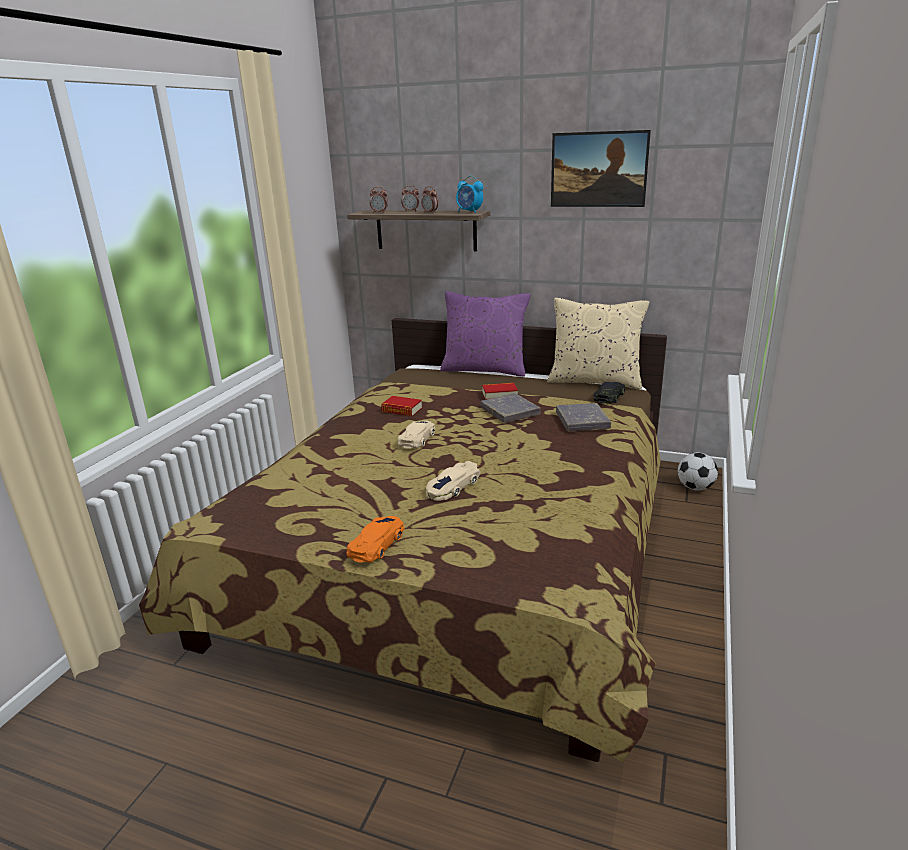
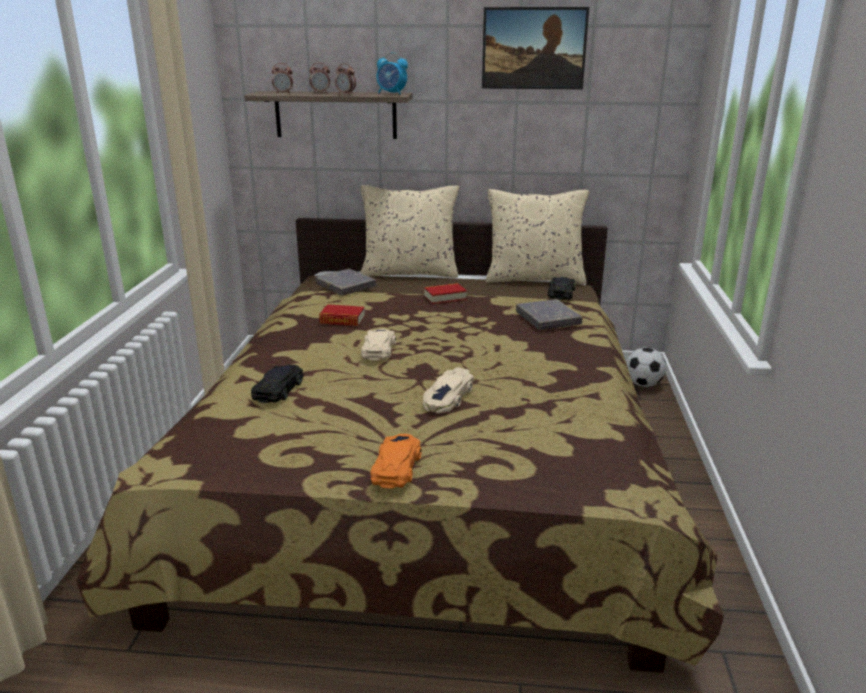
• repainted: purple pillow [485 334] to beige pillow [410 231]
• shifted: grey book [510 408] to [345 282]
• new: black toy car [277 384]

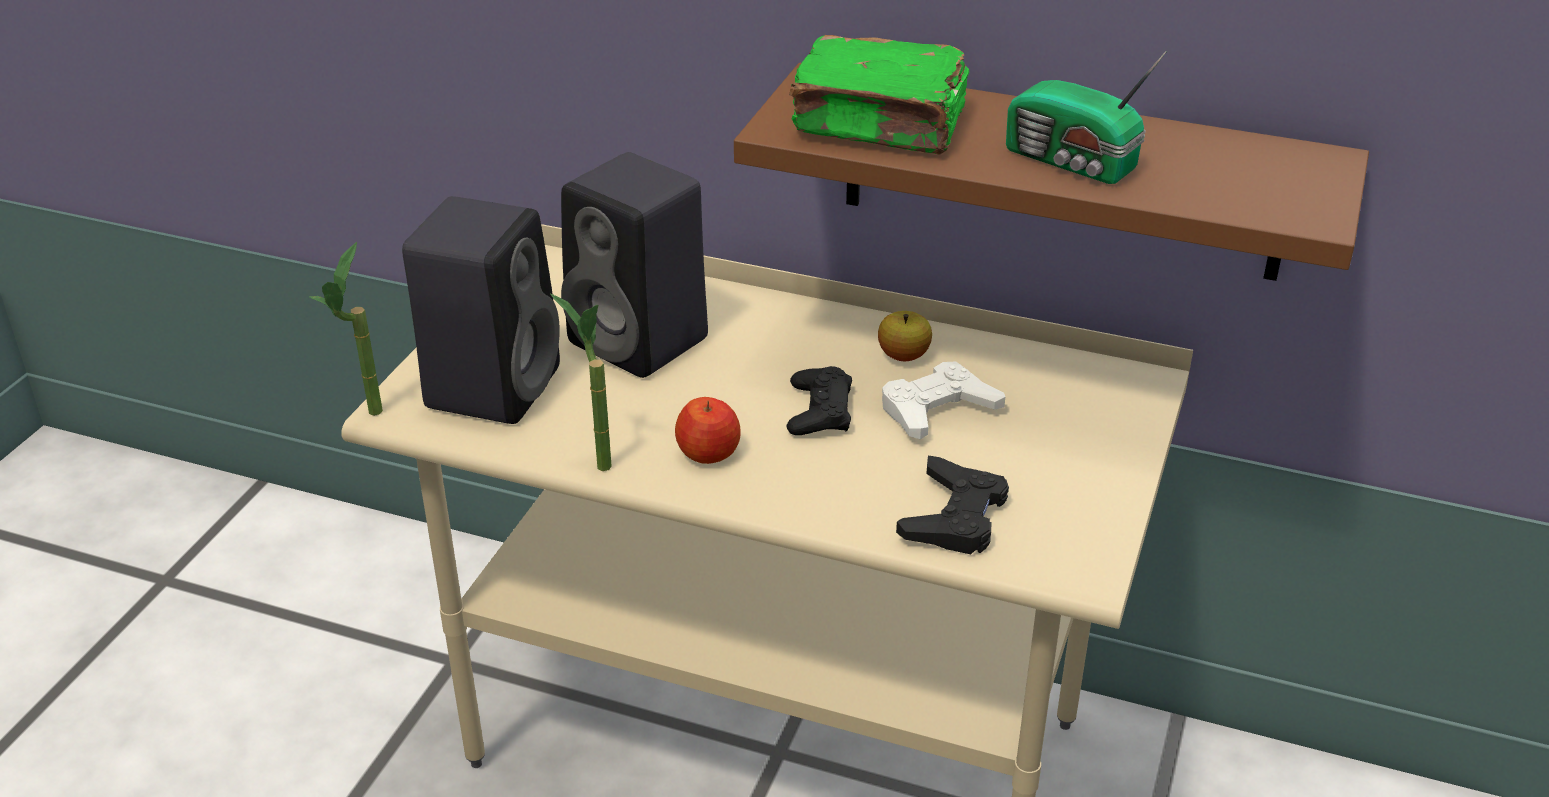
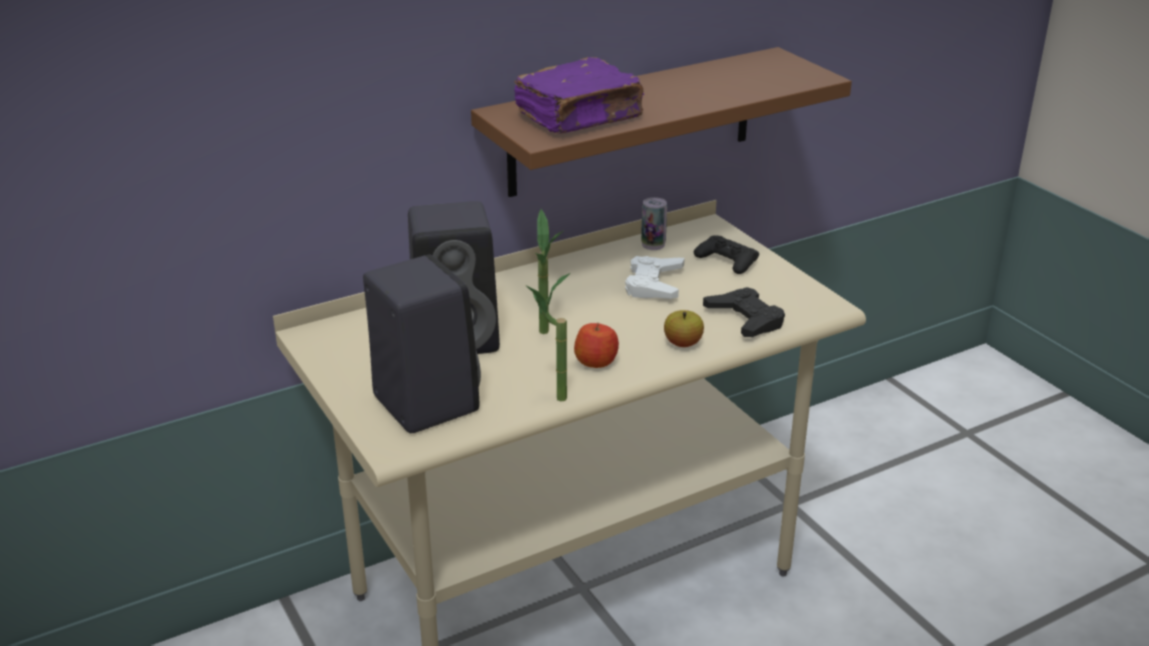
• repainted: green book [879 95] to purple book [579 95]
• gone: radio [1086 117]
• shifted: potted plant [346 329] to [549 271]
• shifted: apple [905 336] to [684 328]
• shifted: black game controller [819 400] to [726 254]
• new: can [654 223]

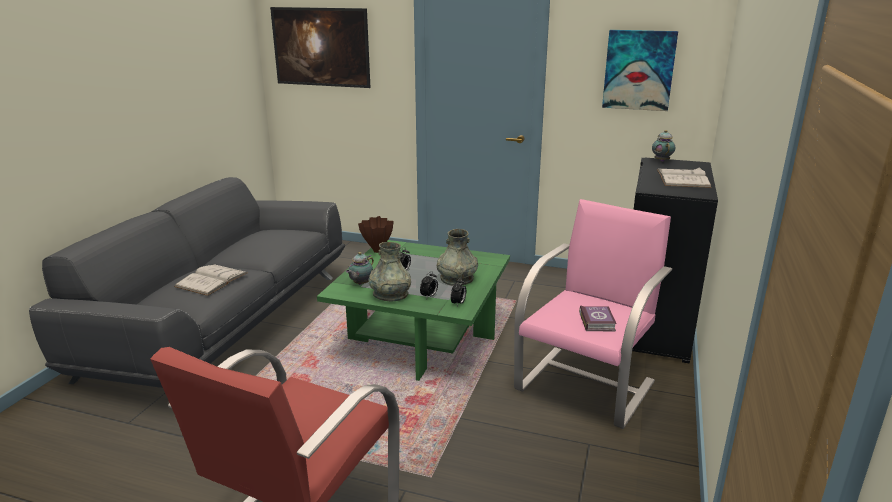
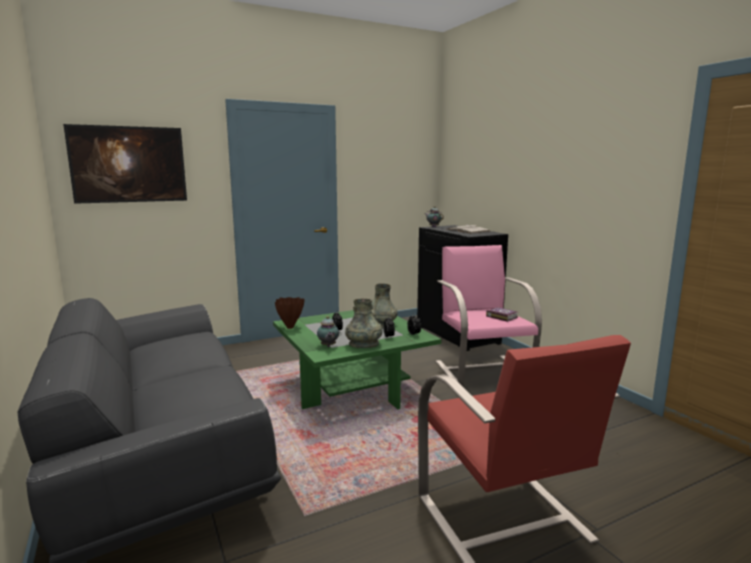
• gone: picture [640 70]
• gone: white book [210 280]

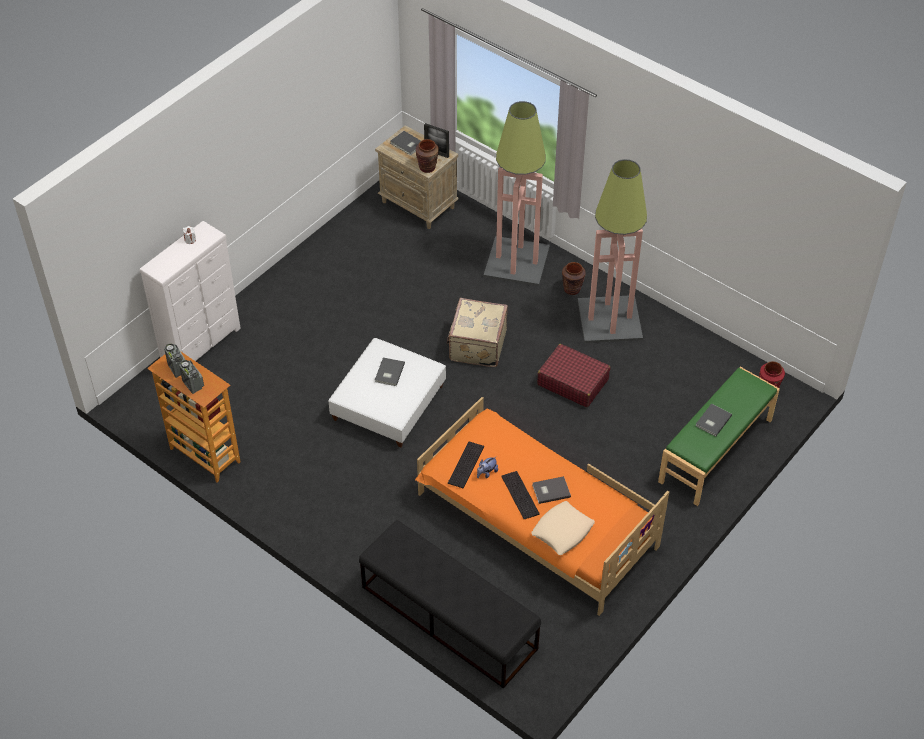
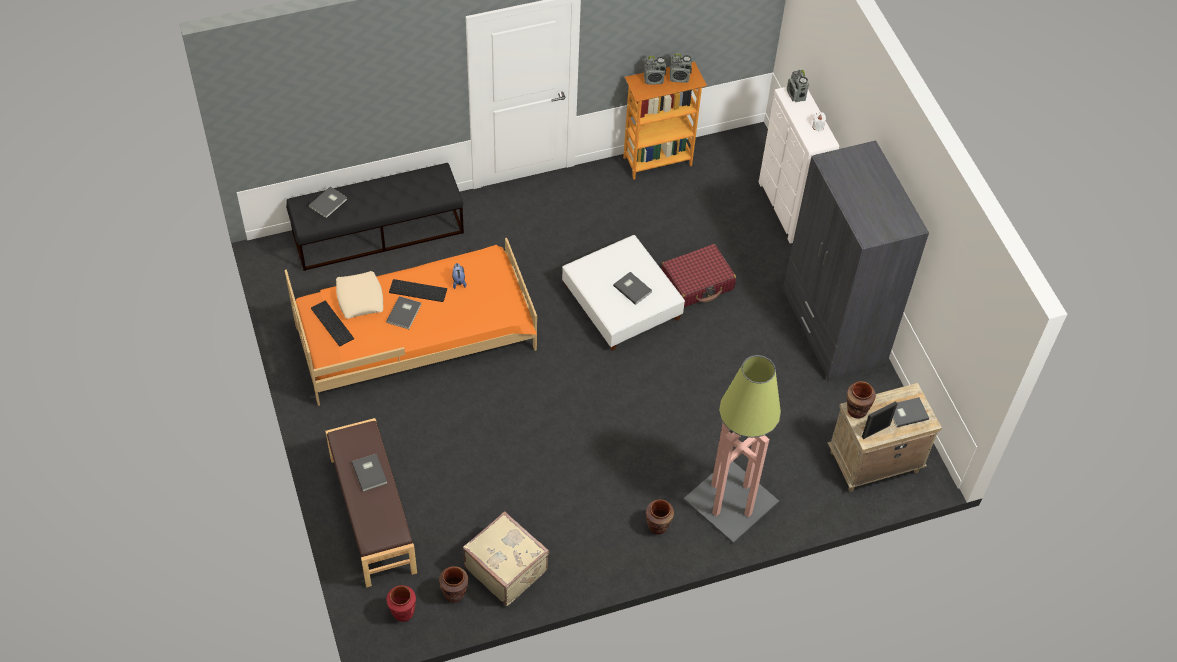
• gone: floor lamp [612 251]
• shifted: beige suitcase [477 332] to [506 558]
• shifted: red suitcase [574 375] to [698 275]
• repainted: green bench [719 436] to brown bench [371 502]
• shifted: keyboard [466 464] to [332 323]
• new: radio [798 86]
• new: grey wardrobe [856 260]
• new: grey book [328 202]
• new: brown vase [453 584]

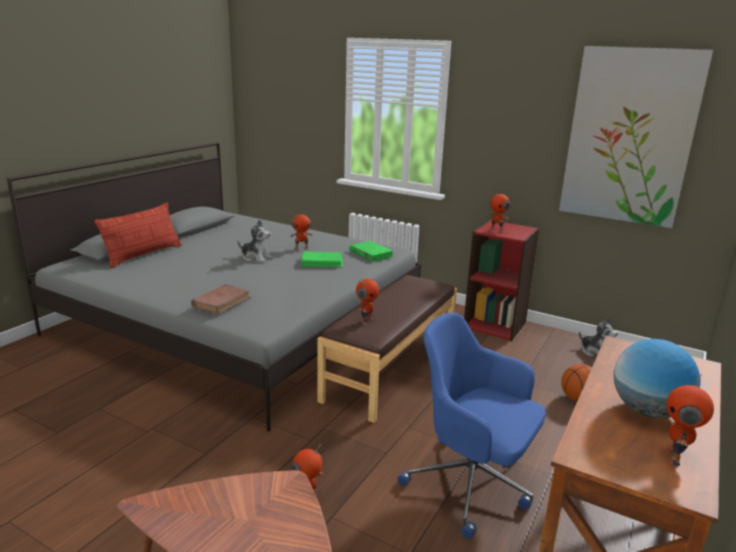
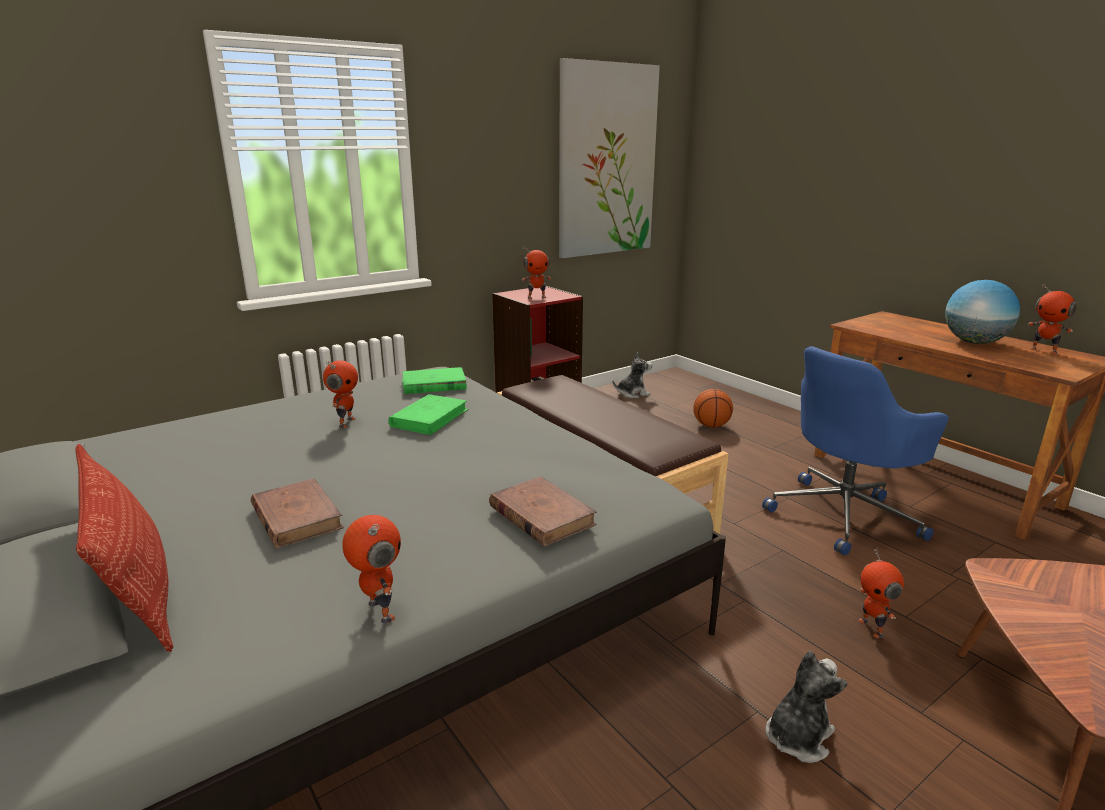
• shifted: plush toy [255 241] to [806 707]
• shifted: toy robot [367 302] to [371 569]
• new: brown book [297 513]

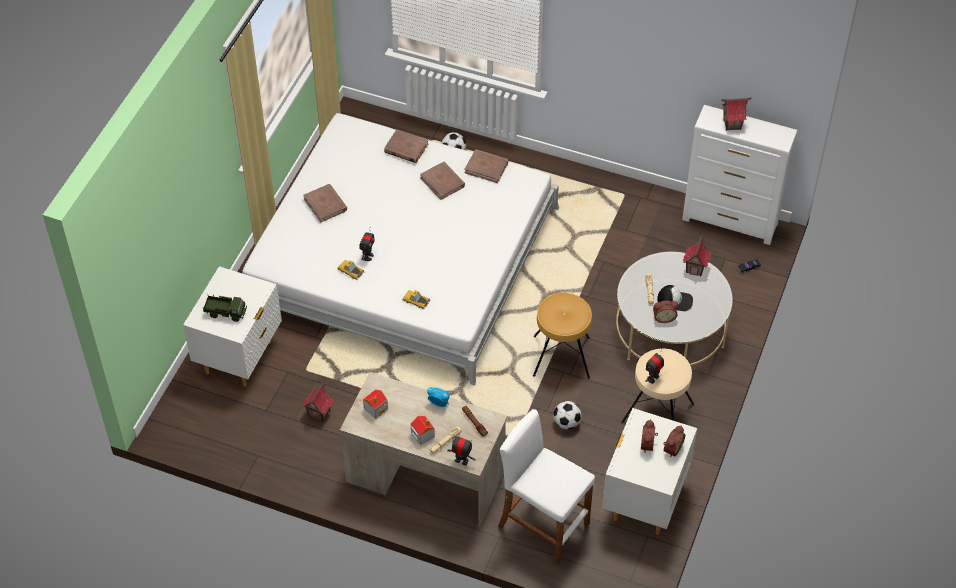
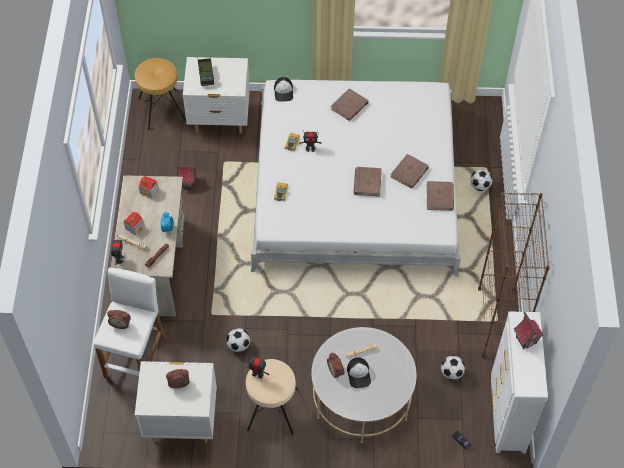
• shifted: brown book [406 146] to [368 182]
• gone: toy house [697 255]
• shifted: brown stool [562 336] to [160 94]
• shifted: alarm clock [674 442] to [119 319]
• new: cap [283 89]
• new: brown bookcase [514 275]
• new: football [453 368]

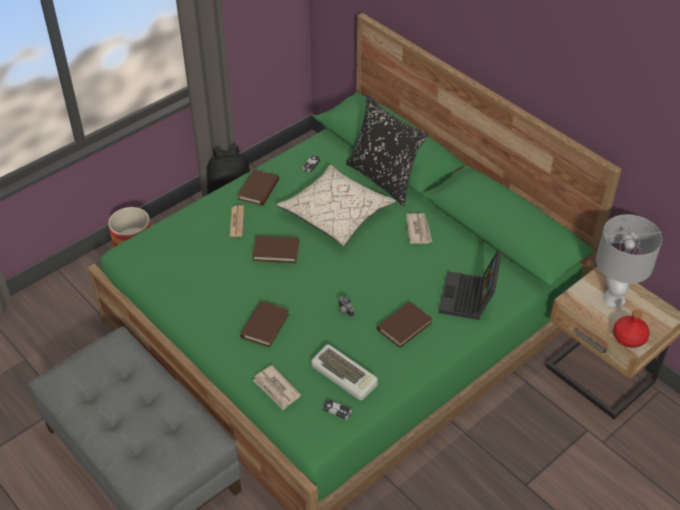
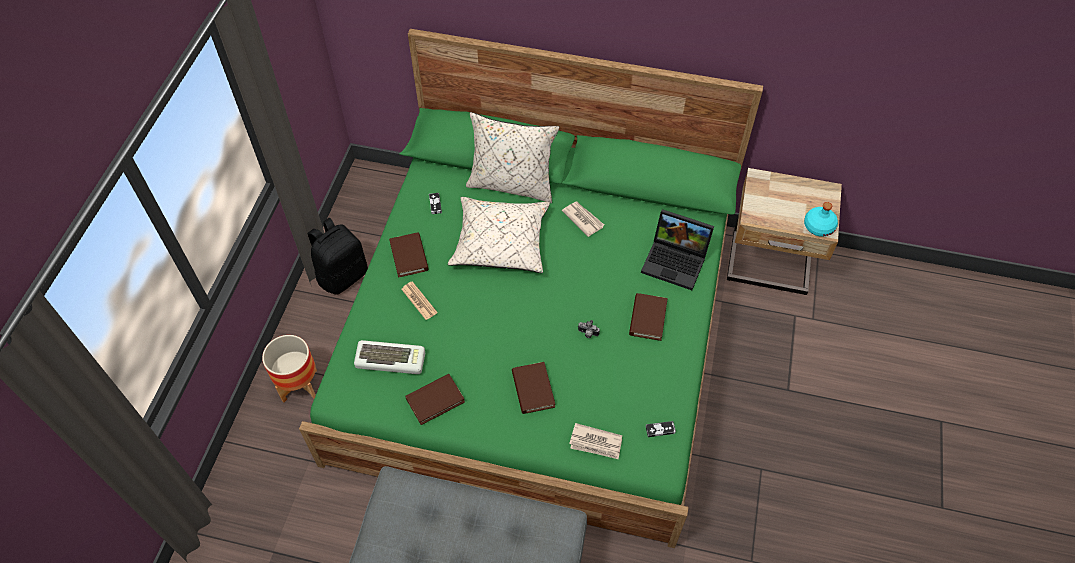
• repainted: black pillow [387 150] to beige pillow [512 158]
• gone: grey table lamp [629 261]
• shifted: brown book [275 249] to [435 399]
• rotated: laptop [470 285] = [677 249] 45 degrees counterclockwise
• repainted: red bottle [631 329] to turquoise bottle [821 219]
• shifted: keyboard [344 372] to [389 357]

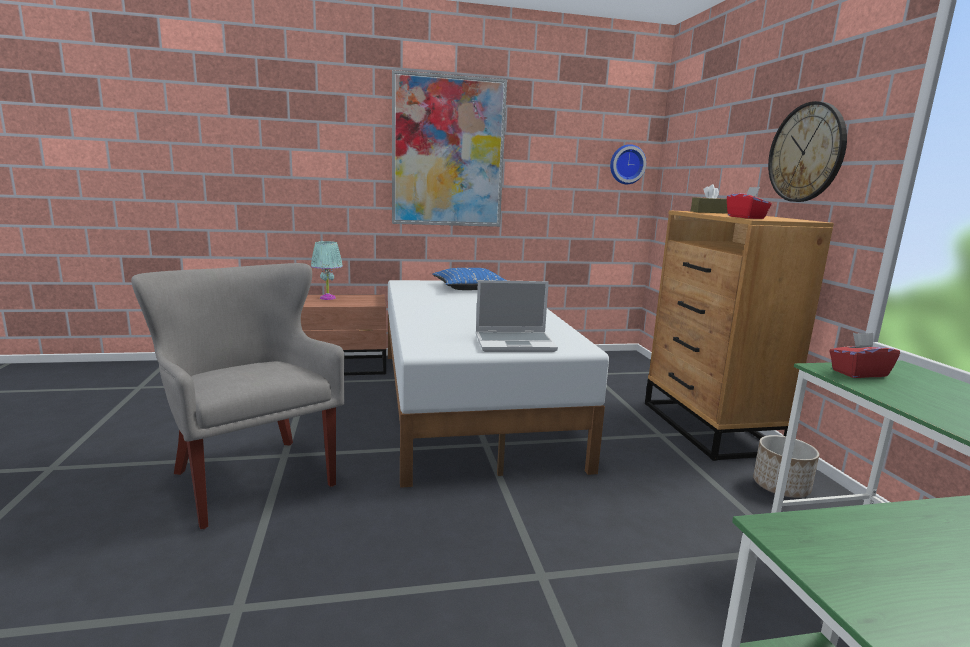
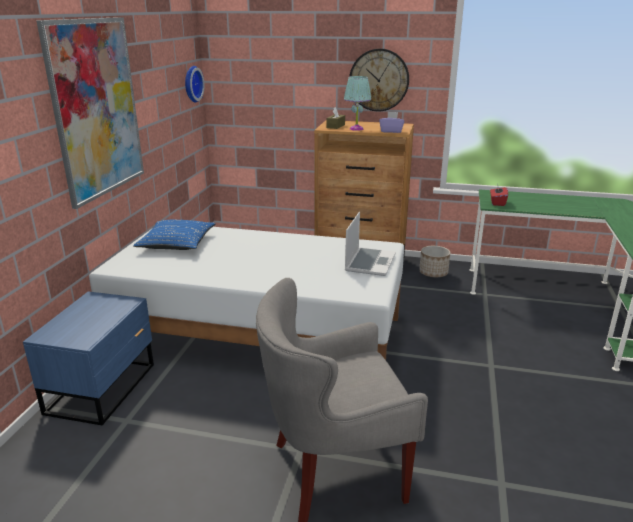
• repainted: red tissue box [749 203] to purple tissue box [392 122]
• shifted: turquoise table lamp [327 270] to [357 103]
• repainted: brown nightstand [343 334] to blue nightstand [88 358]

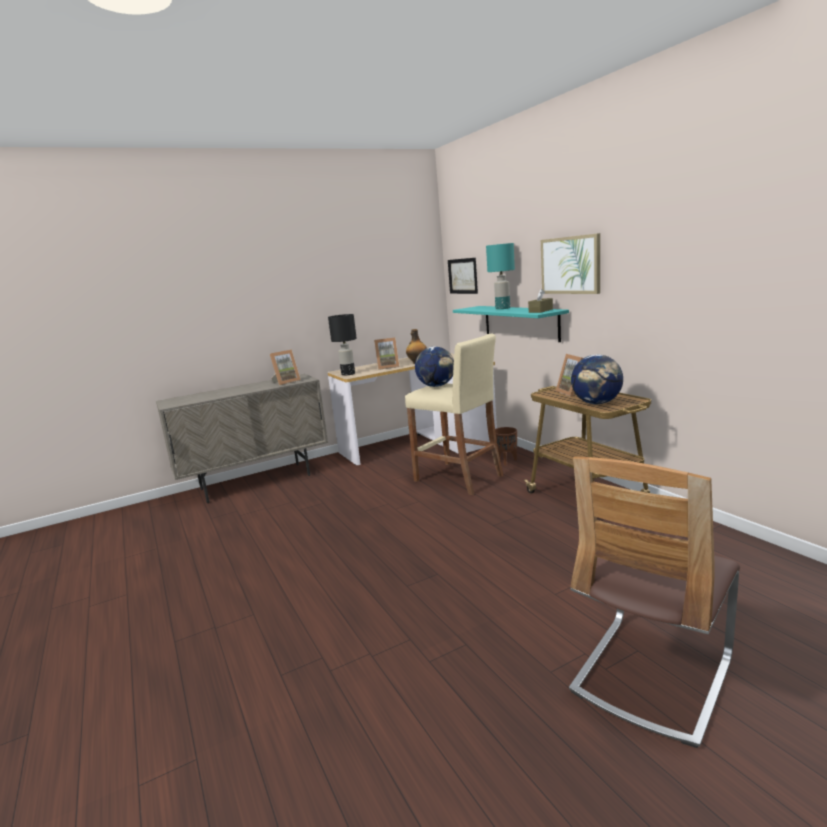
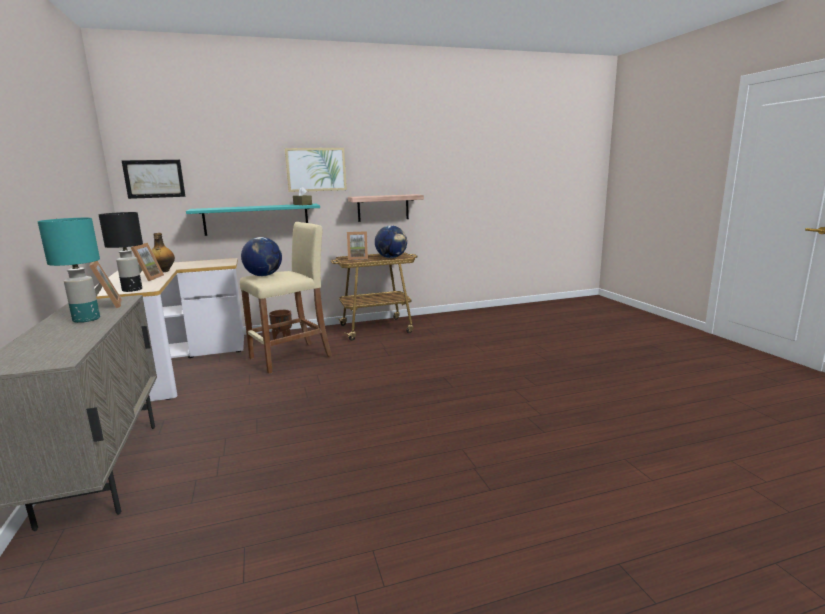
• shifted: turquoise table lamp [500 276] to [69 270]
• gone: chair [654 602]
• new: shelf [386 208]

